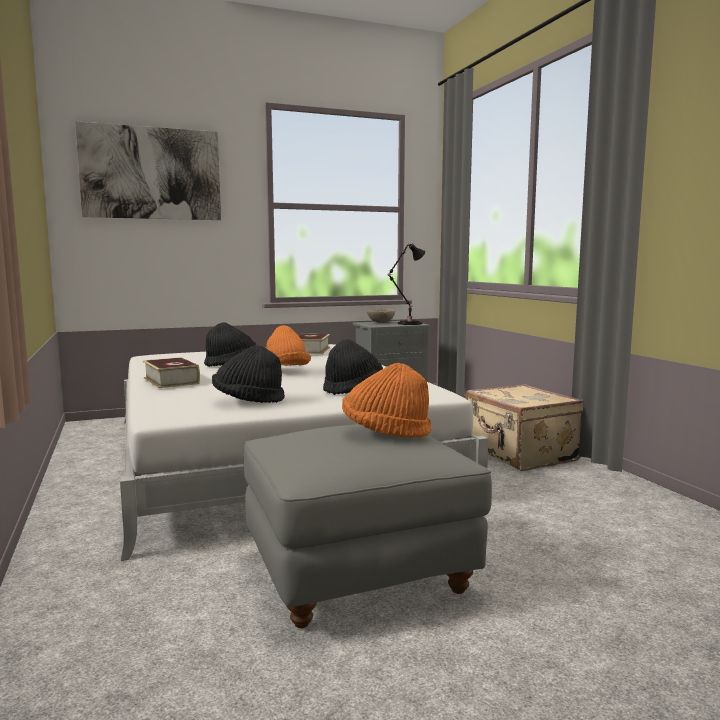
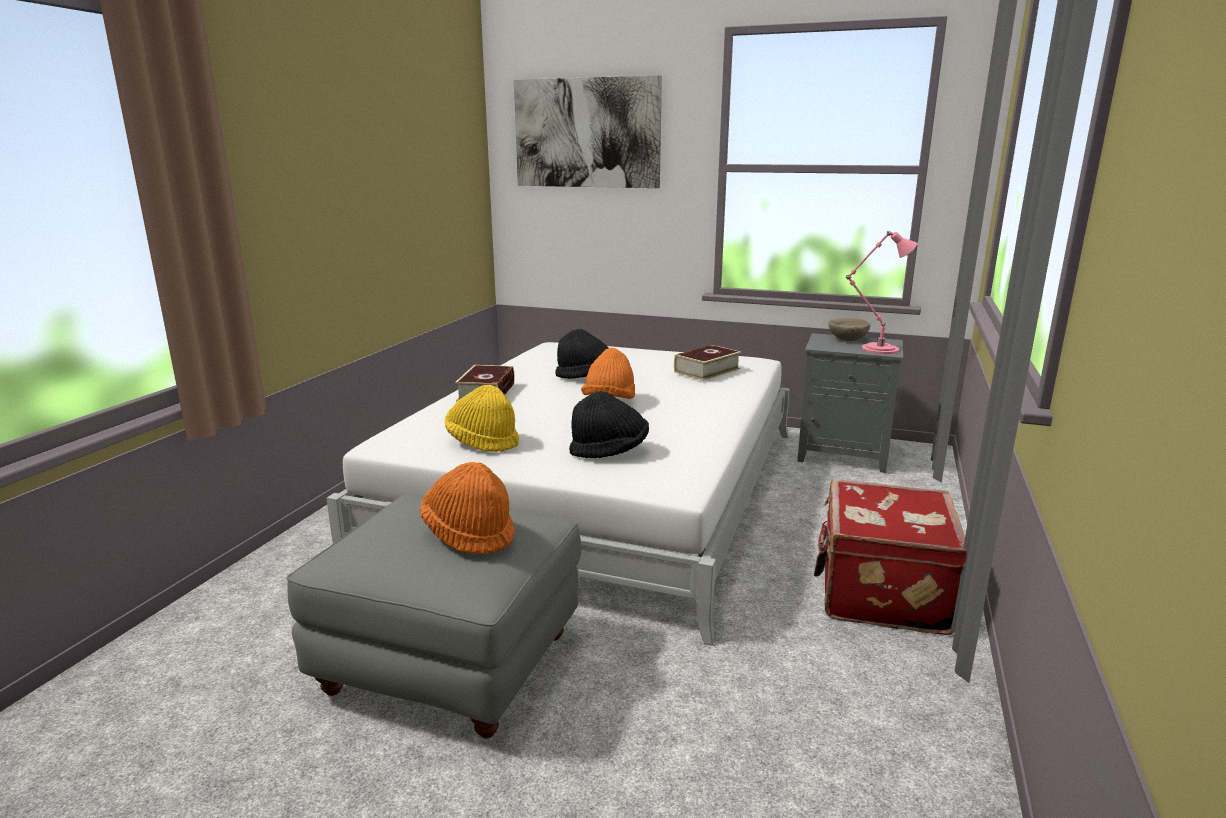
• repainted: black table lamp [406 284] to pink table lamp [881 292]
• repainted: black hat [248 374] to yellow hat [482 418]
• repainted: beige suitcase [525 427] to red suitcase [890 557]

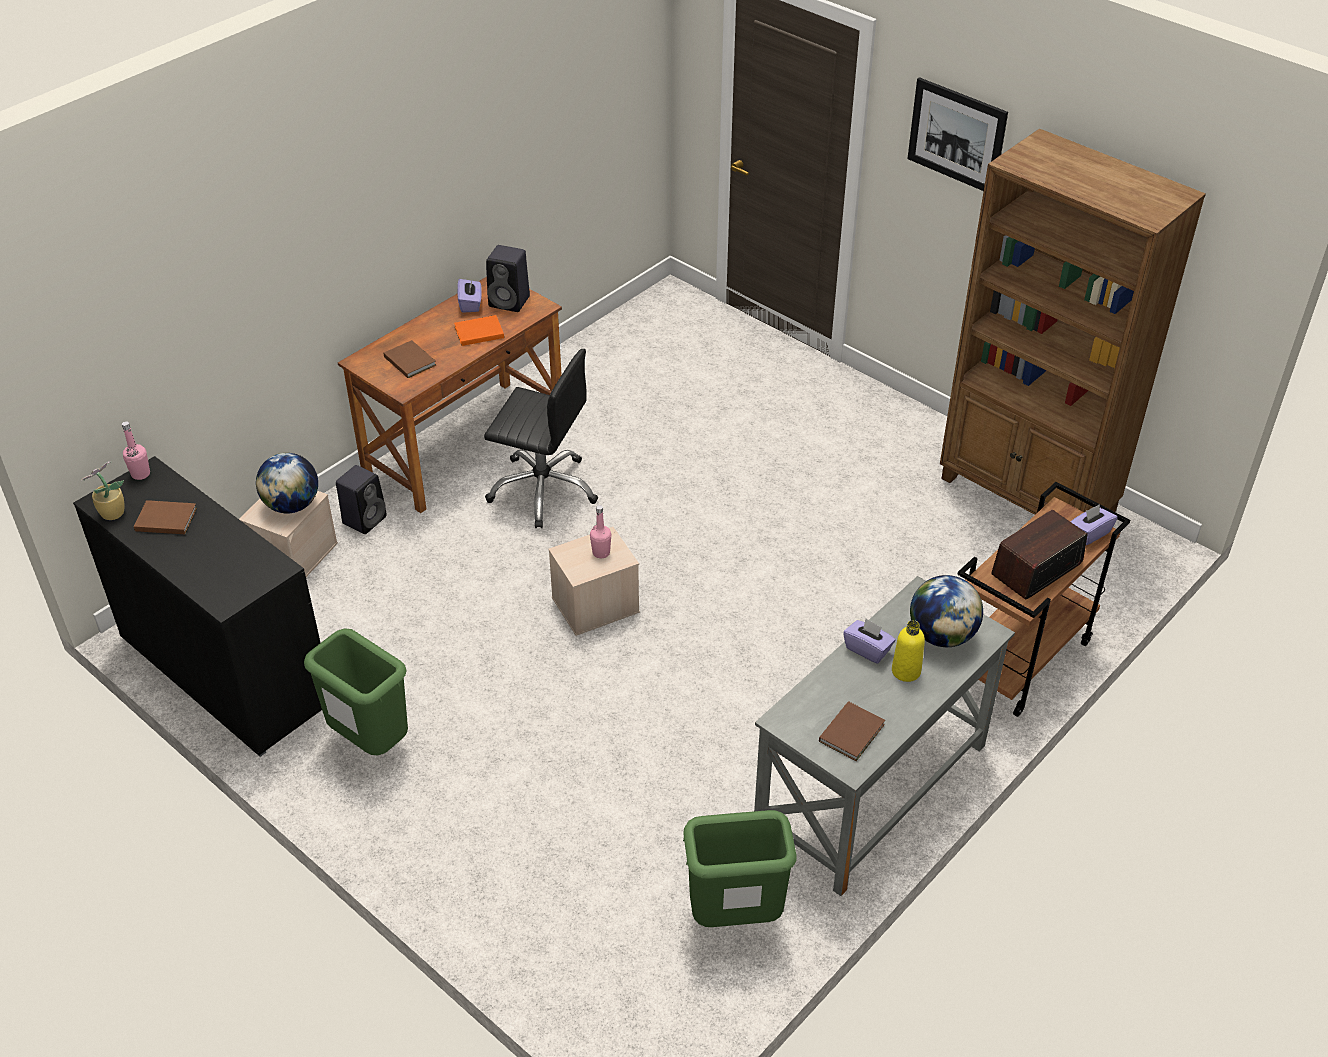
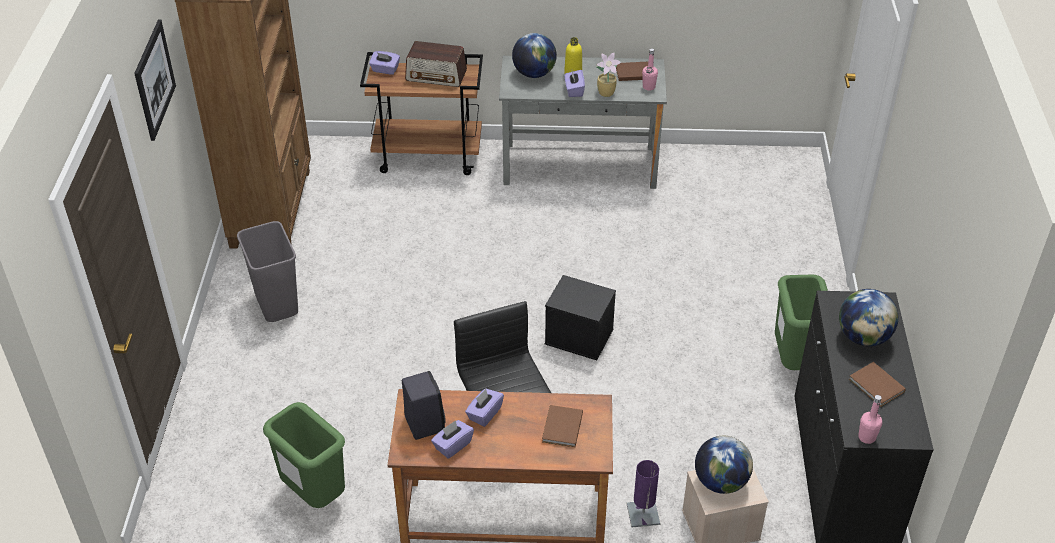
• swapped: orange book [479 330] to purple tissue box [484 408]
• shifted: potted plant [103 490] to [609 75]
• swapped: black speaker [361 499] to purple table lamp [643 493]
• shifted: pink bottle [600 531] to [650 69]
• repainted: beige storage box [594 581] to black storage box [580 317]
• shifted: green trash can [740 868] to [304 455]
• new: grey trash can [267 271]
• new: globe [868 317]

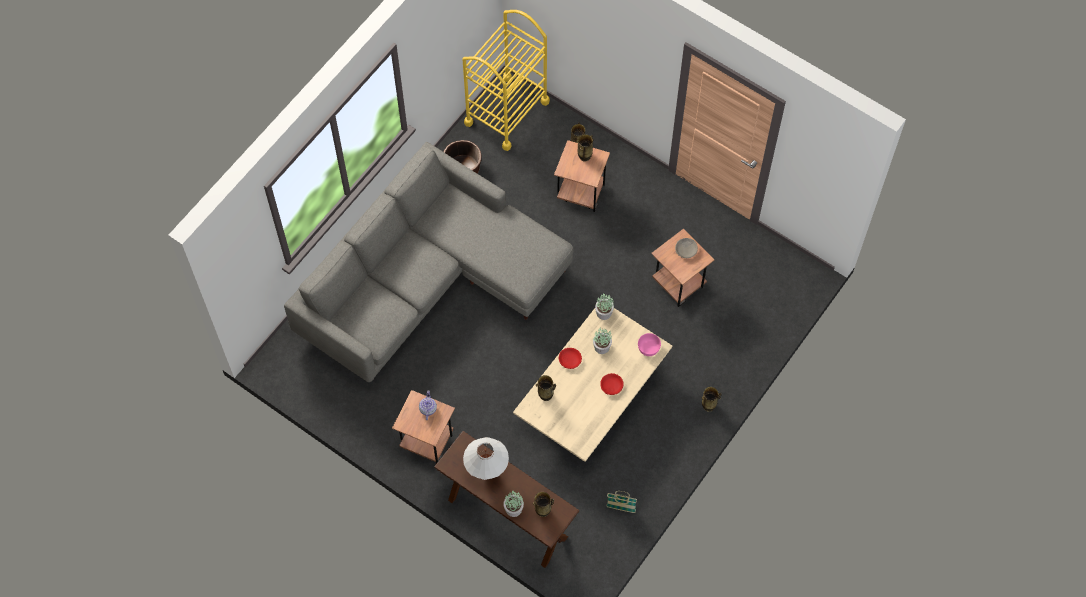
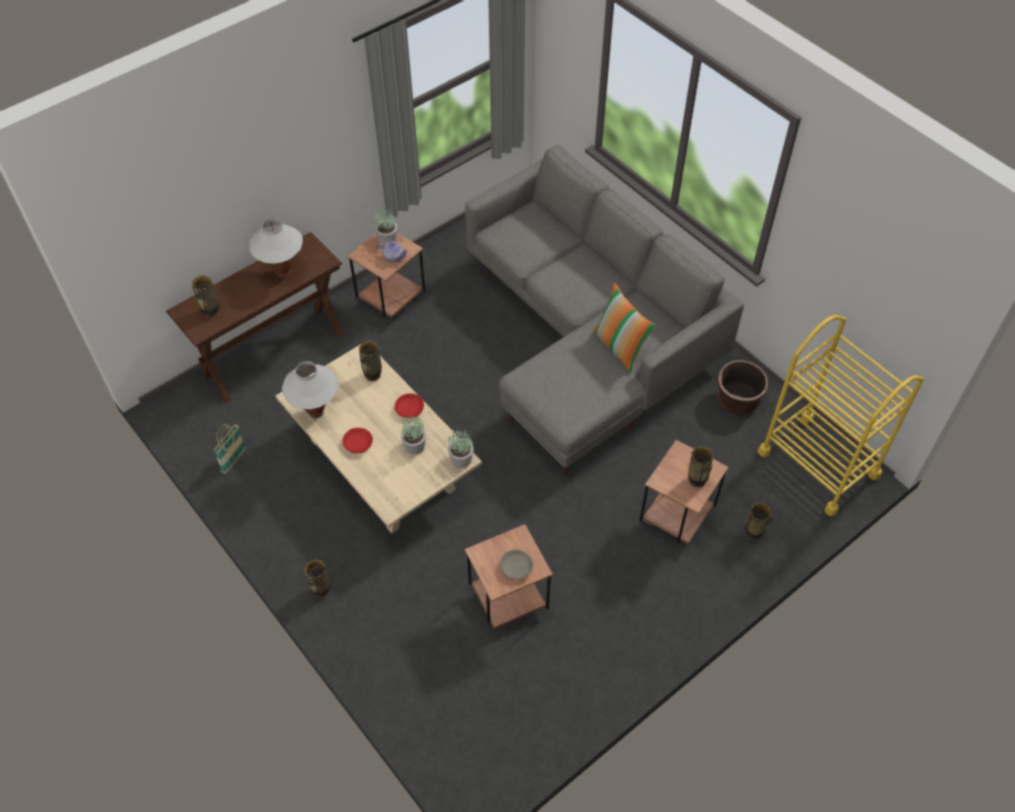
• gone: pink bowl [649 344]
• shifted: potted plant [513 503] to [385 226]
• new: pillow [624 328]
• new: white table lamp [310 389]

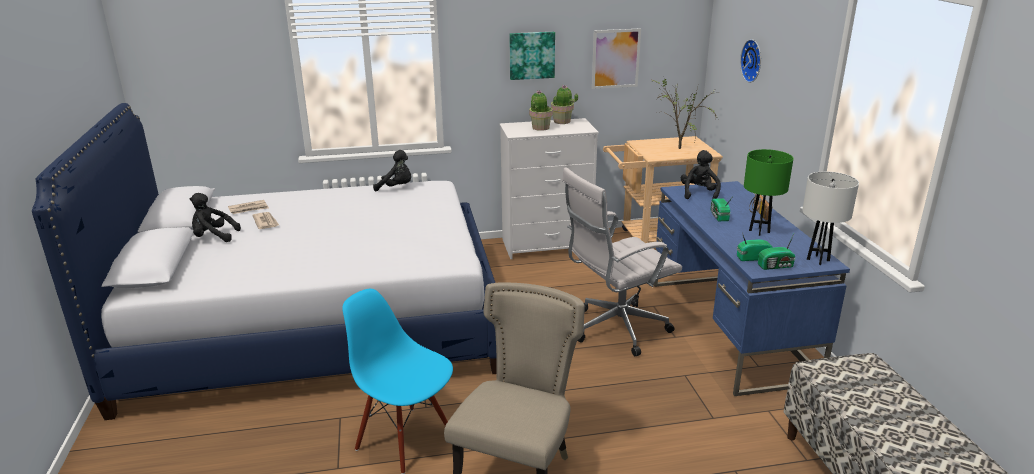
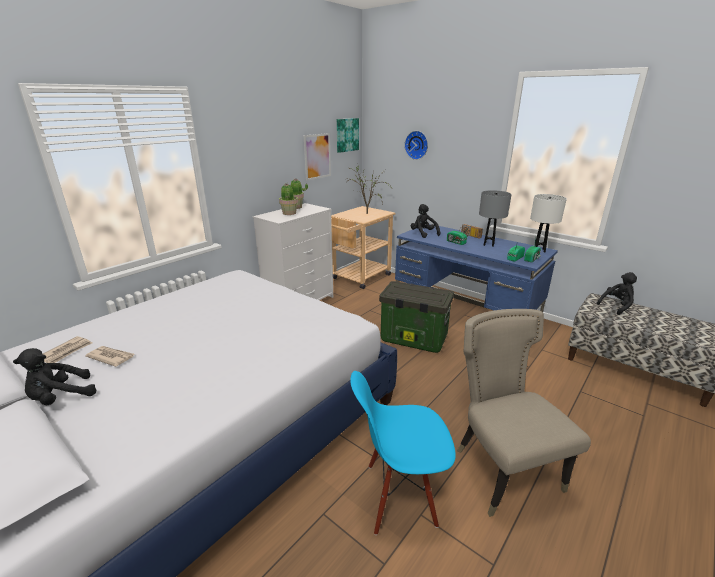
• shifted: picture [532 56] to [348 135]
• repainted: green table lamp [769 192] to grey table lamp [495 218]
• shifted: black plush toy [392 171] to [616 293]
• swapped: white office chair [622 261] to storage box [416 317]

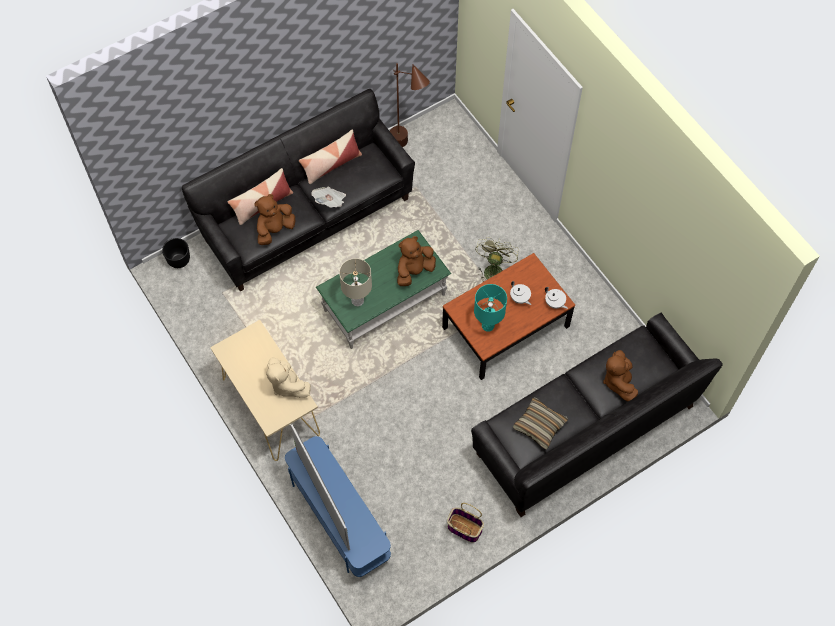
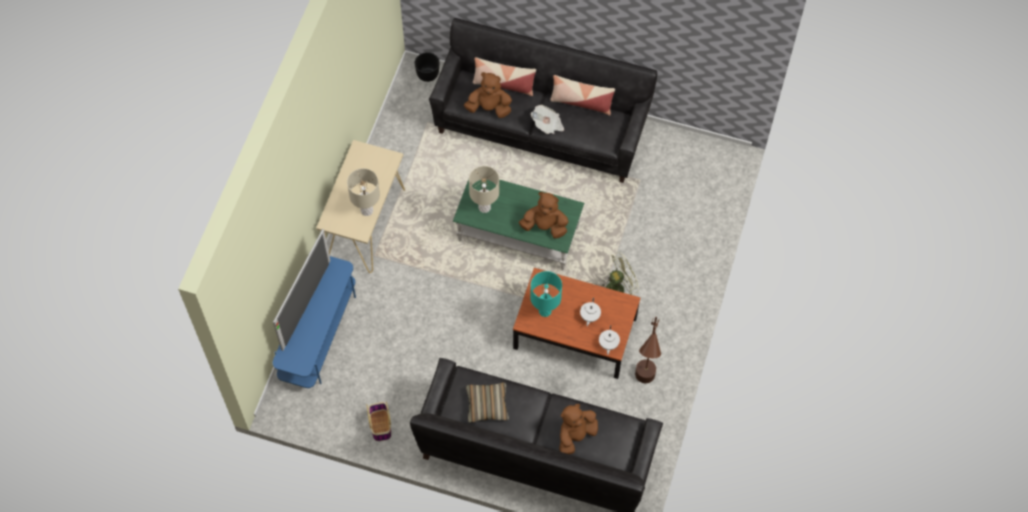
• shifted: brown floor lamp [410 105] to [648 350]
• swapped: beige plush toy [288 377] to beige table lamp [363 192]

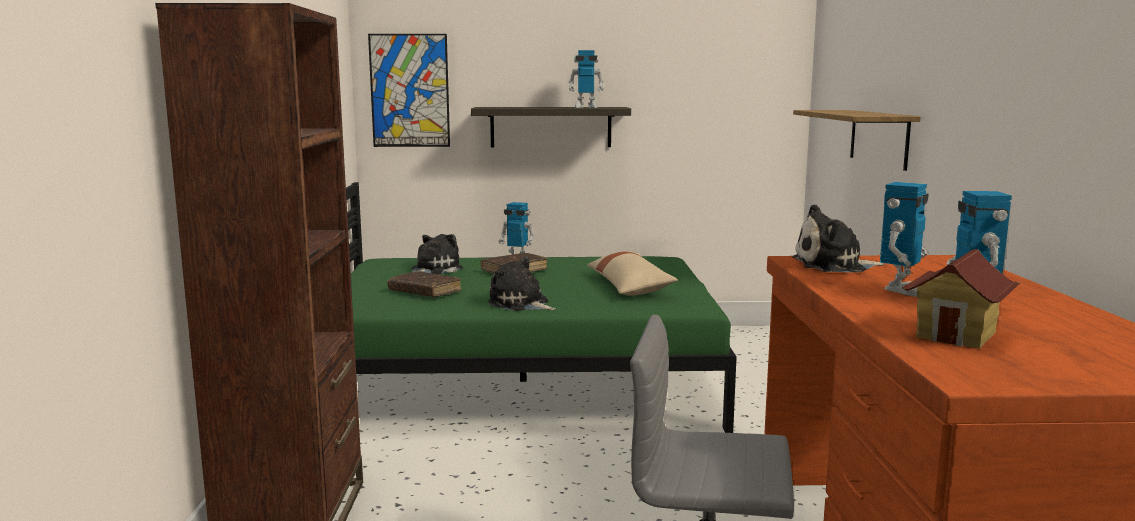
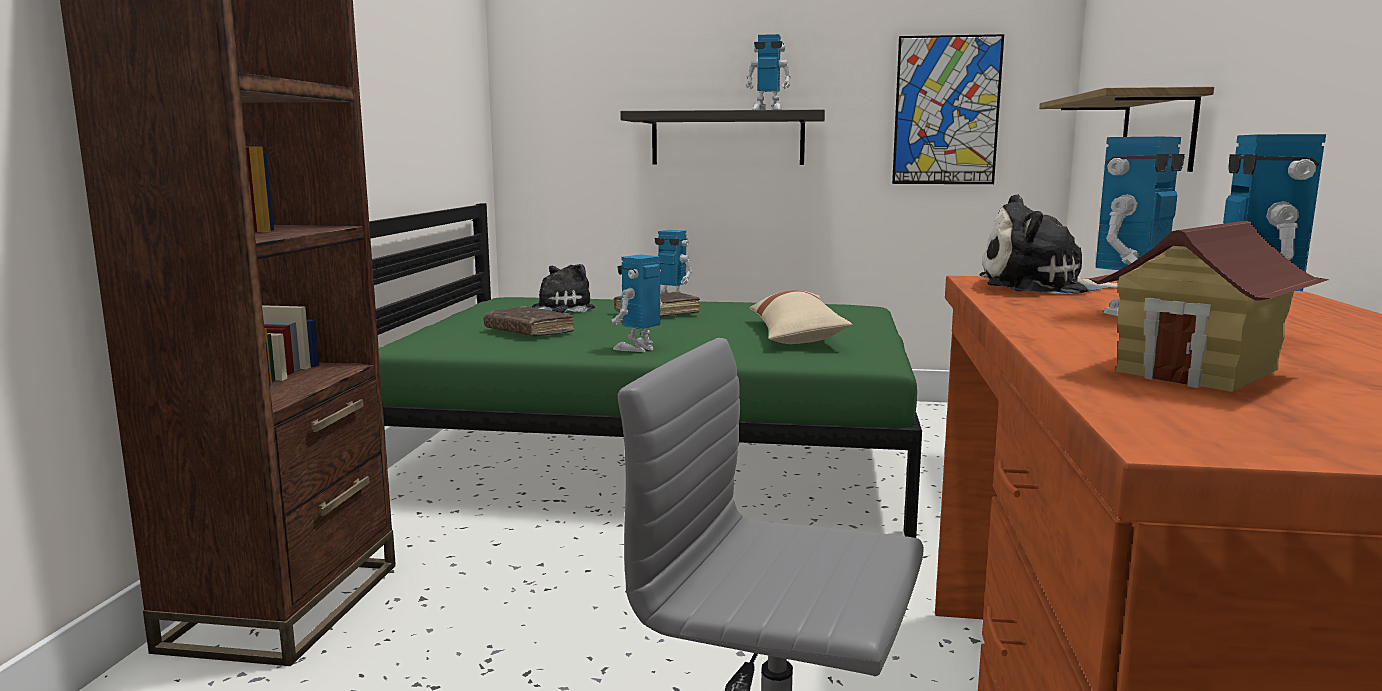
• shifted: picture [409 90] to [948 109]
• swapped: plush toy [522 284] to toy robot [637 303]

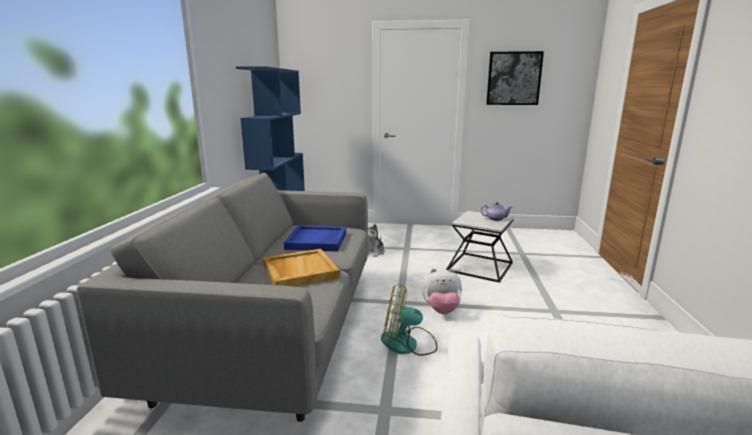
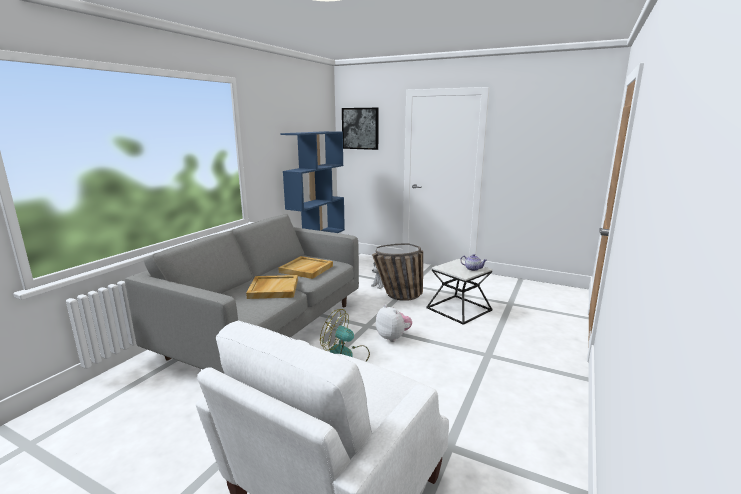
• shifted: picture [515 78] to [360 129]
• repainted: blue tray [315 239] to beige tray [306 267]
• rotated: plush toy [441 291] = [394 323] 150 degrees counterclockwise
• new: basket [397 272]

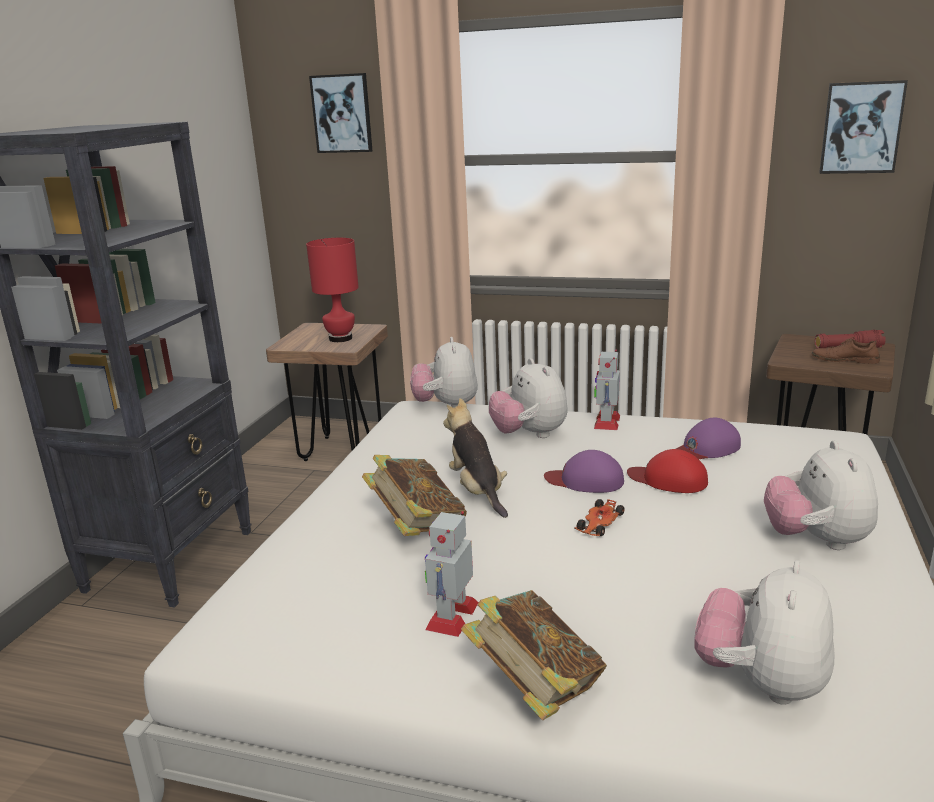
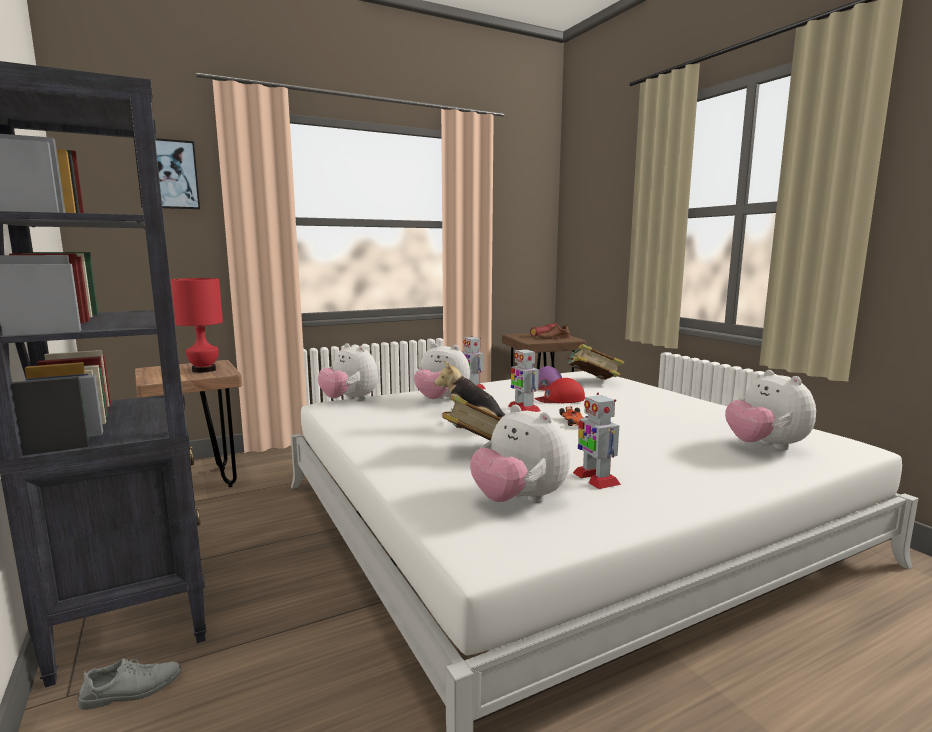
• gone: picture [863 127]
• shifted: plush toy [821 495] to [520 453]
• swapped: purple cap [584 471] to toy robot [524 380]
• shifted: book [534 655] to [595 362]
• new: grey shoe [129 684]

